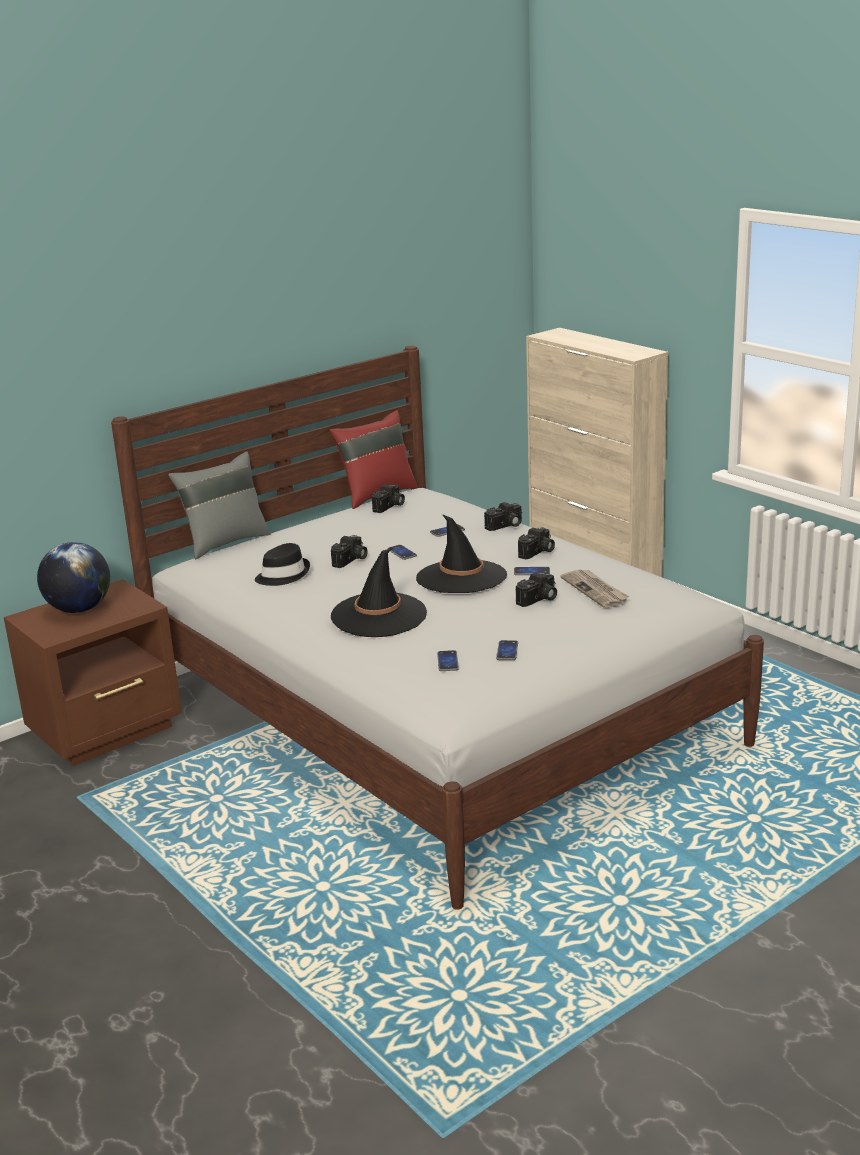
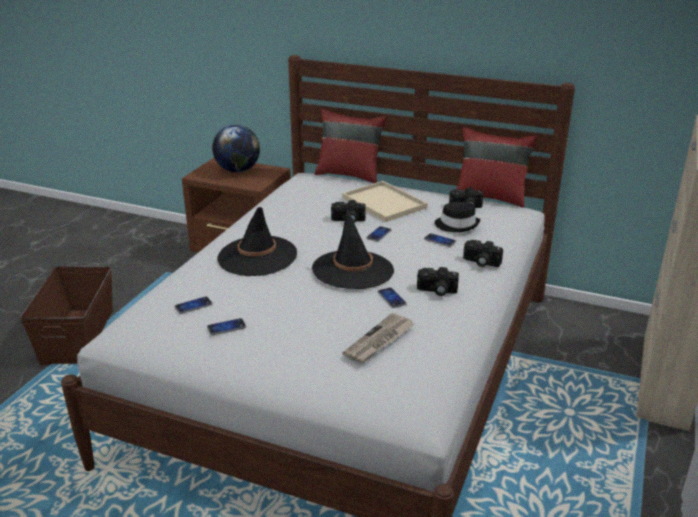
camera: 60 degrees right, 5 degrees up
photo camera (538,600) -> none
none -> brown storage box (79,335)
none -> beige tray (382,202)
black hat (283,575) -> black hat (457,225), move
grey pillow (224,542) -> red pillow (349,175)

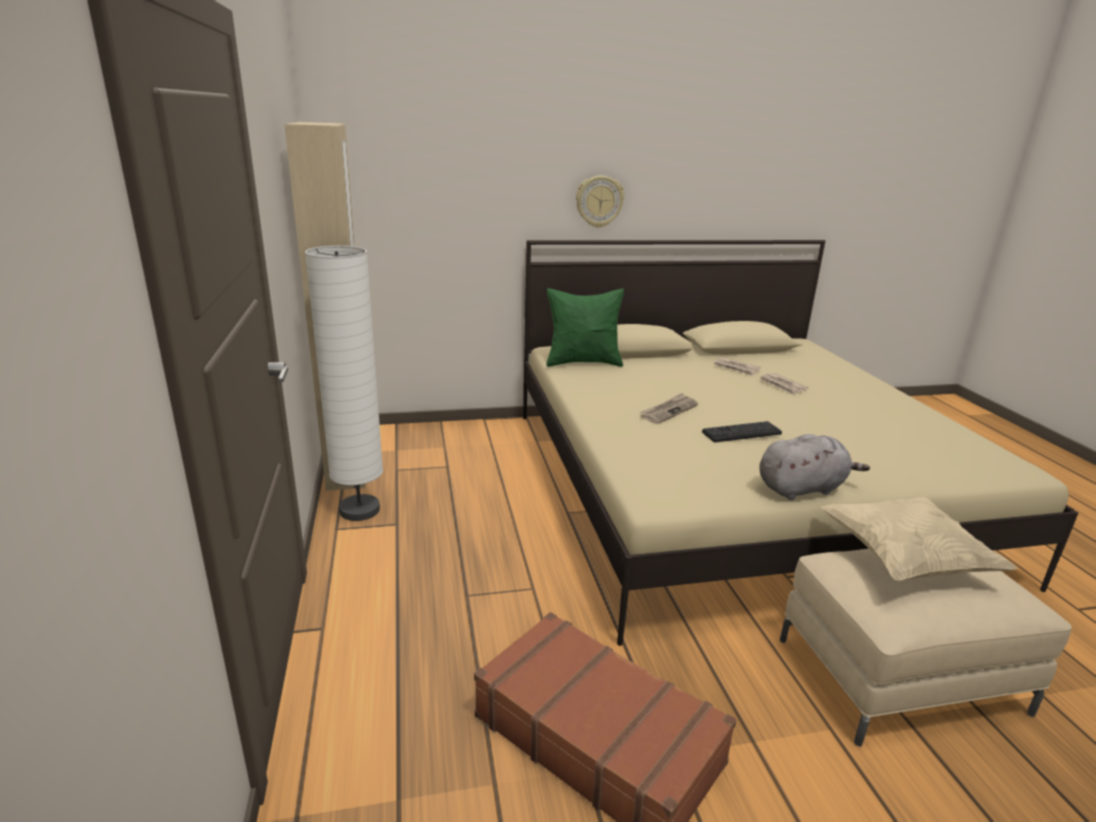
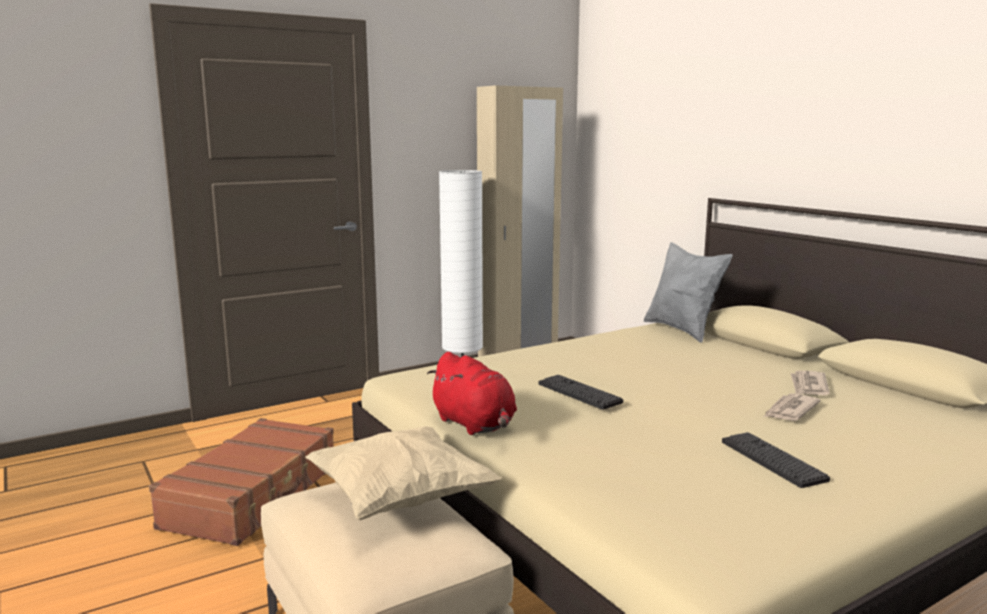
camera: 70 degrees right, 10 degrees down
wall clock (599,201) -> none
newspaper (669,410) -> none
none -> keyboard (772,460)
green pillow (583,362) -> grey pillow (682,330)
grey plush toy (803,488) -> red plush toy (475,425)

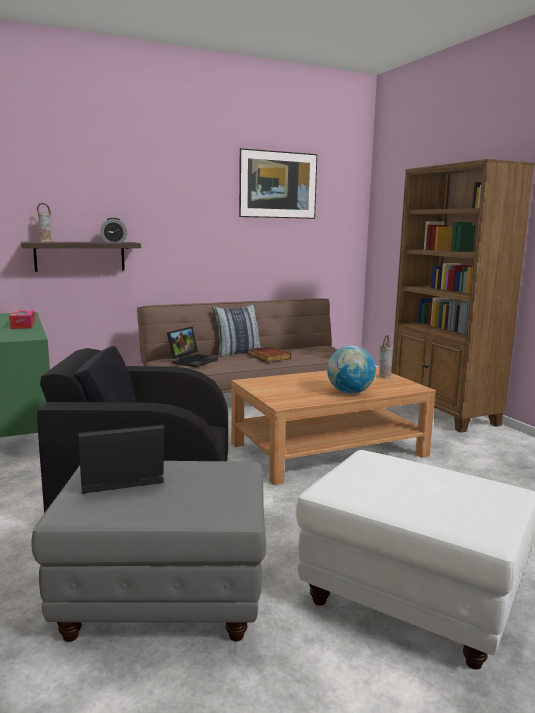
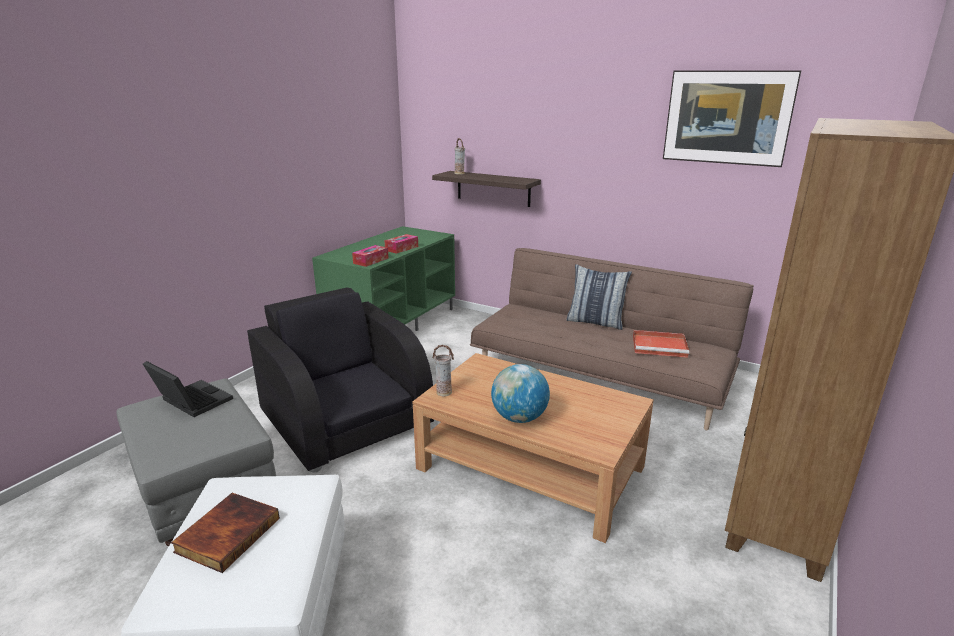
camera: 55 degrees right, 10 degrees up
alarm clock (114,242) -> none
laptop (192,360) -> none
none -> tissue box (371,261)
none -> red tray (660,346)
book (268,357) -> book (227,534), move
vase (384,377) -> vase (444,392), move

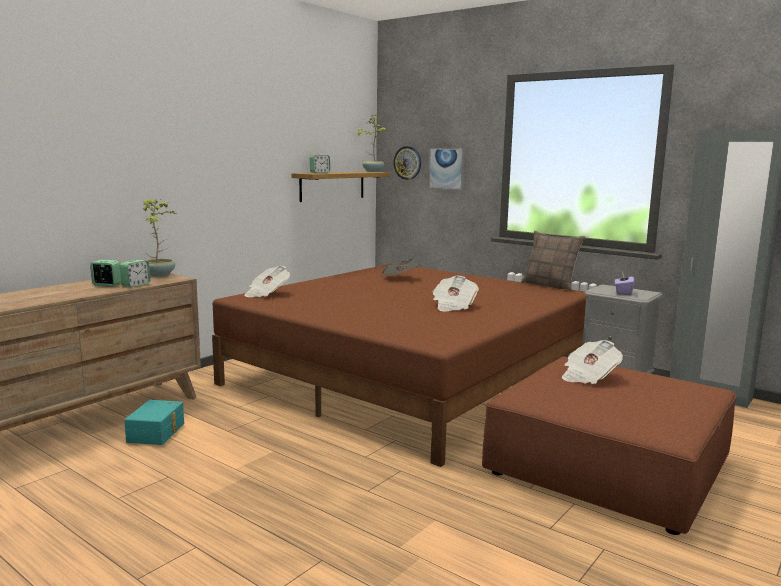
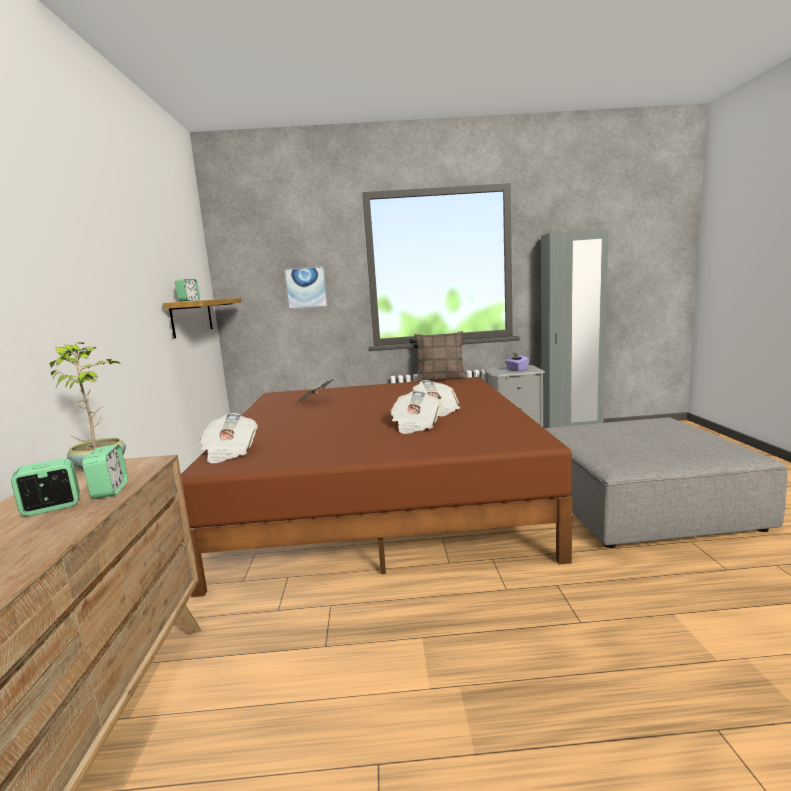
camera: 40 degrees left, 0 degrees up
turquoise storage box (157,432) -> none
potted plant (373,171) -> none
wall clock (407,163) -> none
newspaper (588,377) -> newspaper (415,426), move
brown ottoman (608,466) -> grey ottoman (641,503)

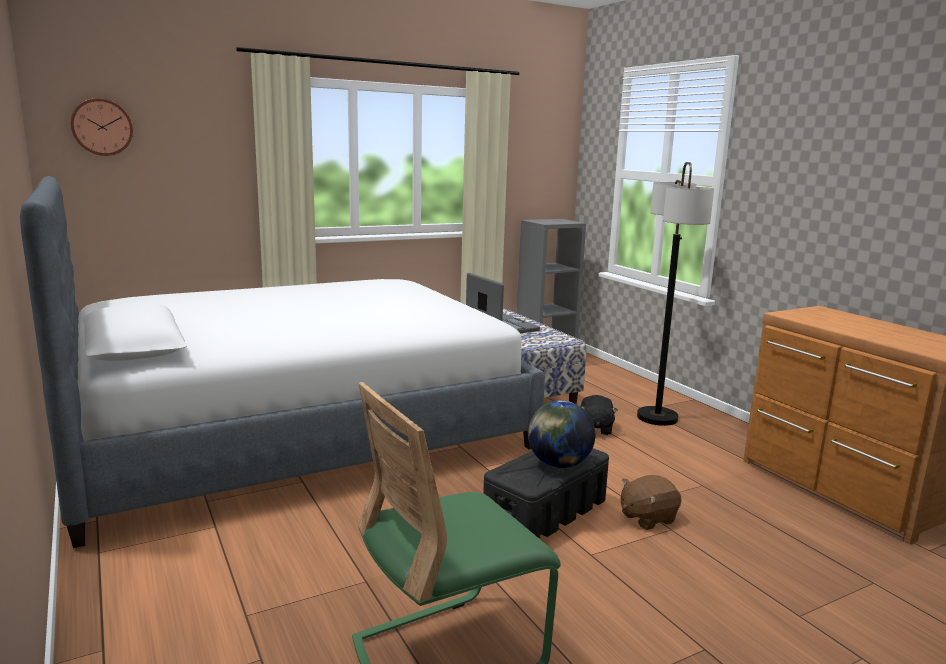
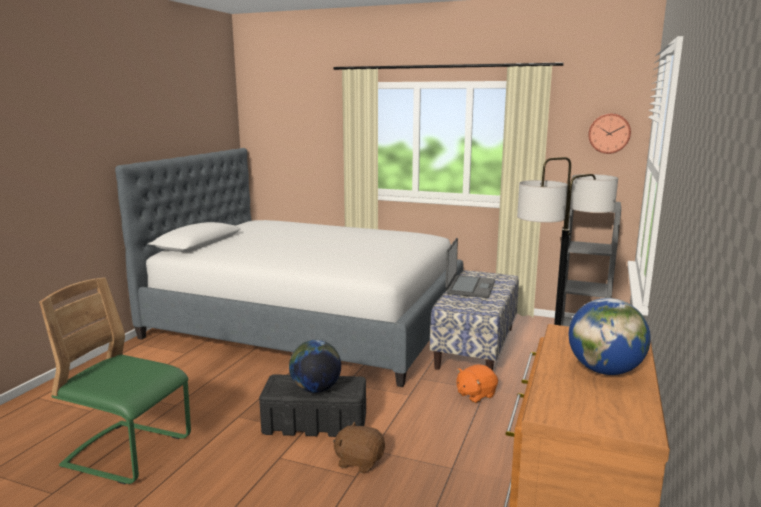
camera: 50 degrees right, 0 degrees up
none -> globe (604,370)
wall clock (102,127) -> wall clock (609,133), move
black plush toy (595,429) -> orange plush toy (475,395)

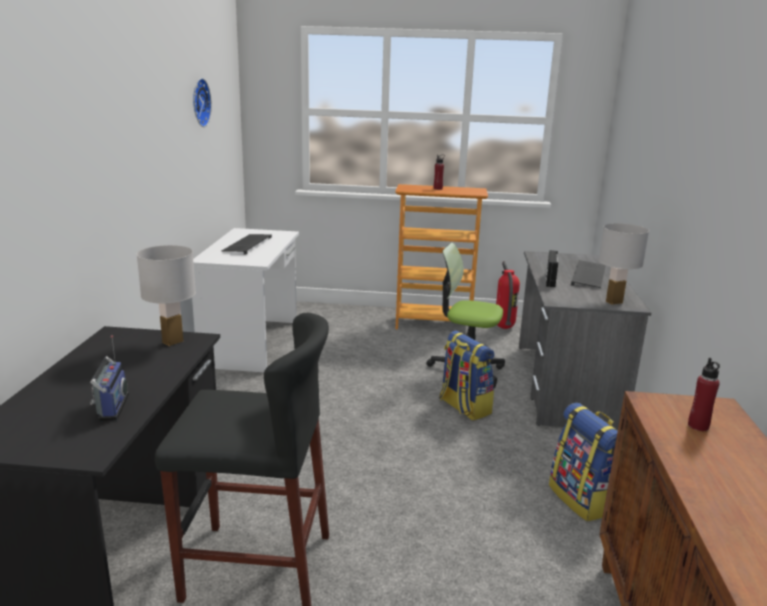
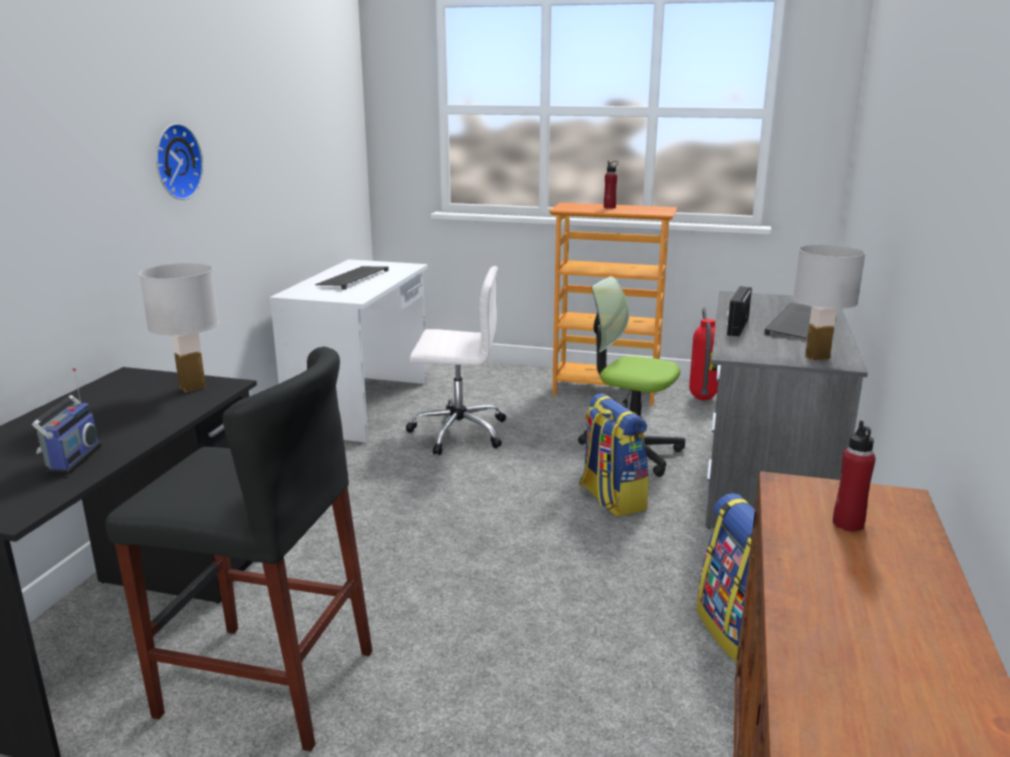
camera: 10 degrees right, 0 degrees up
none -> white office chair (457,432)
wall clock (198,102) -> wall clock (174,161), move

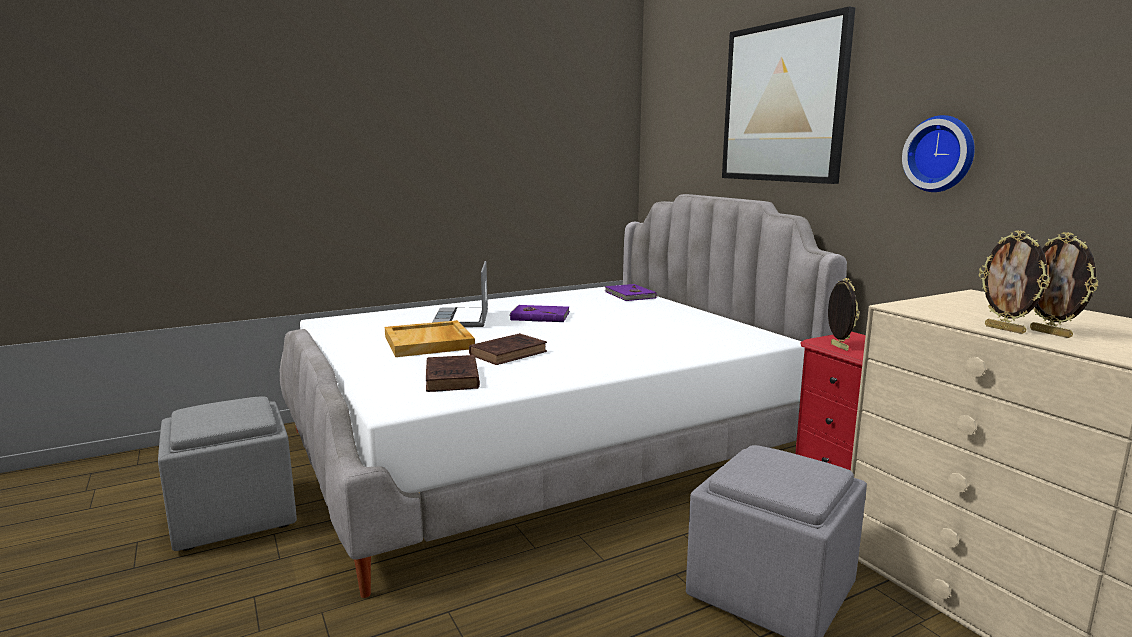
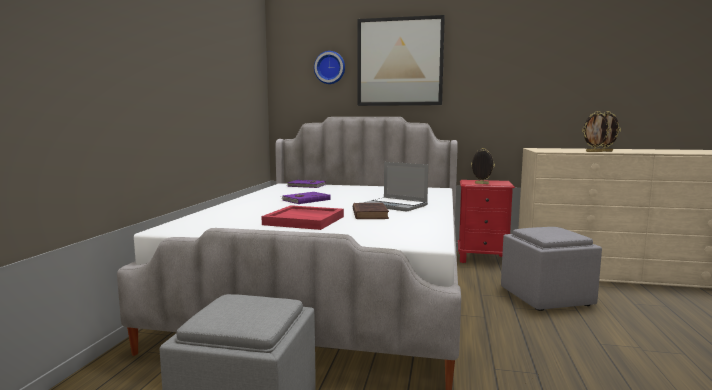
camera: 50 degrees left, 5 degrees down
brown book (452,379) -> none
laptop (462,319) -> laptop (396,205), move
wall clock (941,154) -> wall clock (330,68), move
beige tray (429,342) -> red tray (305,220)

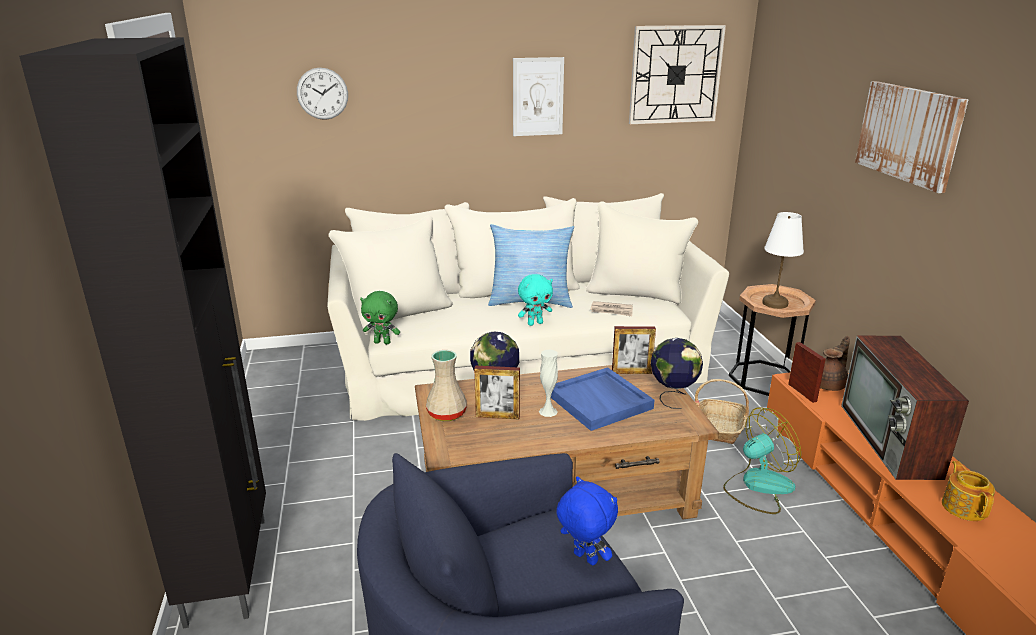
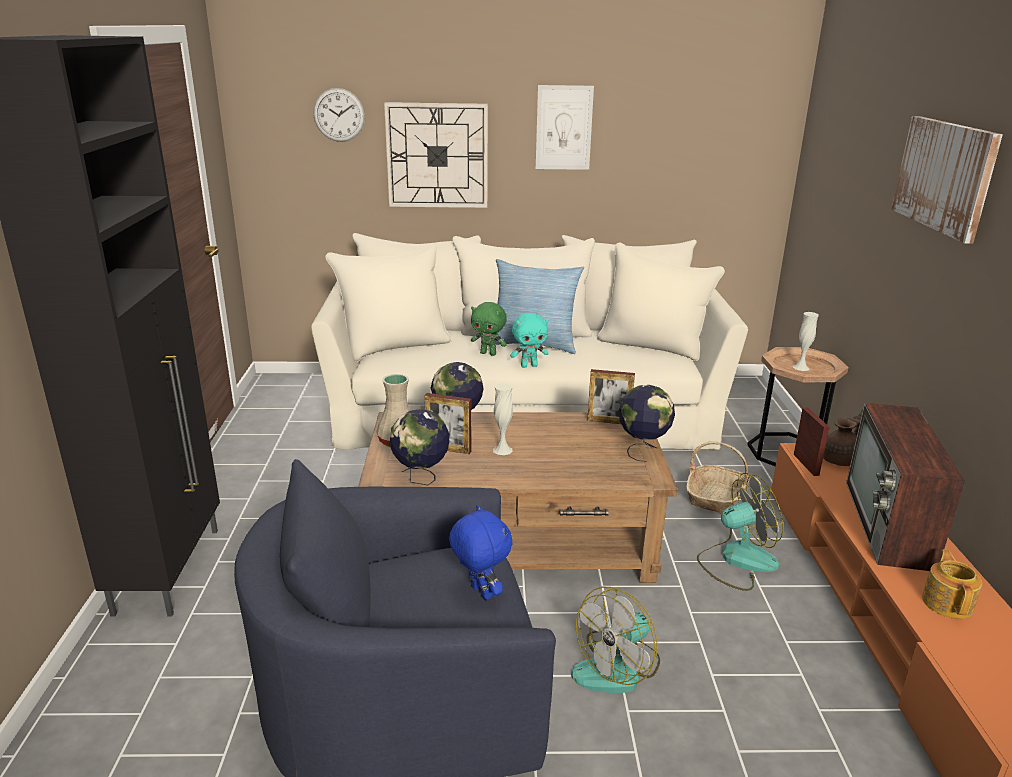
camera: 10 degrees right, 0 degrees up
blue tray (600,402) -> none
newspaper (612,311) -> none
none -> globe (421,479)
none -> fan (617,668)
green plush toy (382,342) -> green plush toy (488,353), move
wall clock (675,75) -> wall clock (437,156), move
white table lamp (775,303) -> white vase (801,367)

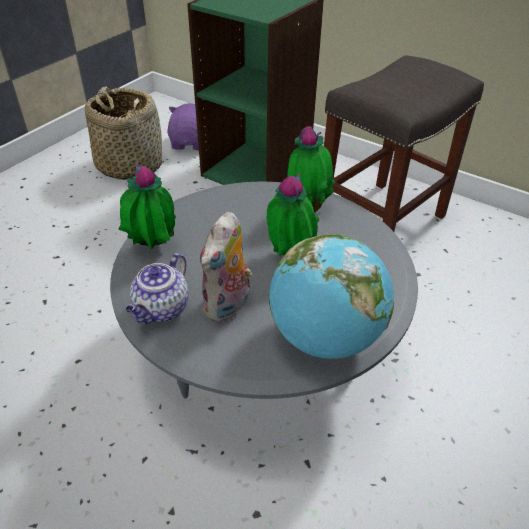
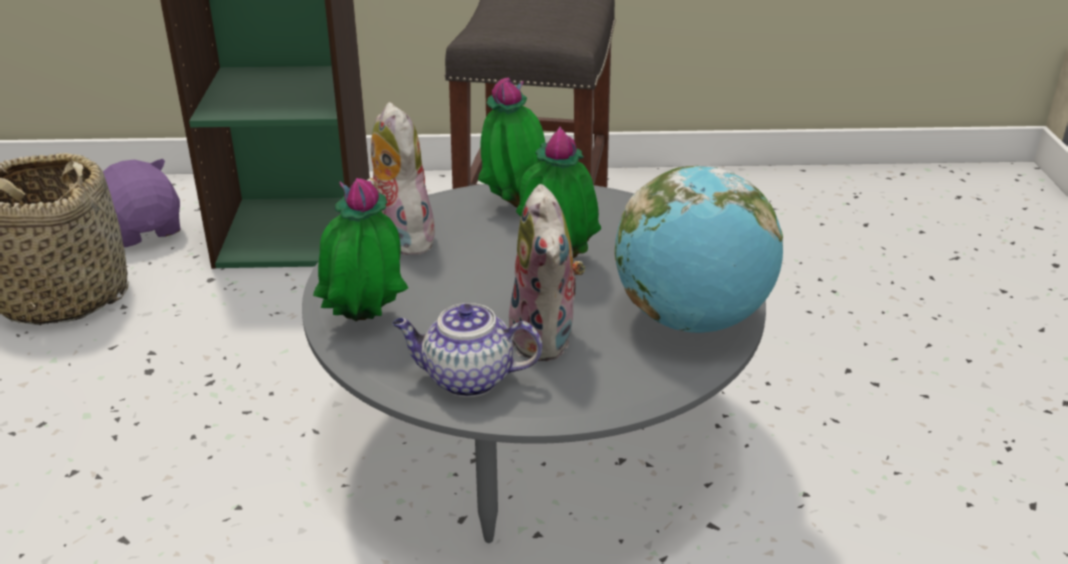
camera: 35 degrees left, 10 degrees down
none -> plush toy (400,238)
teapot (161,309) -> teapot (466,379), 105 degrees clockwise

